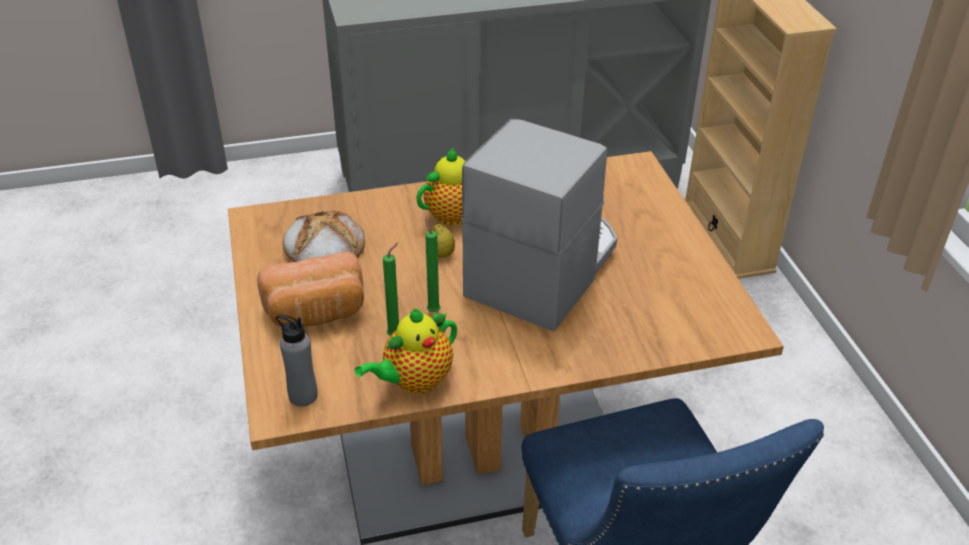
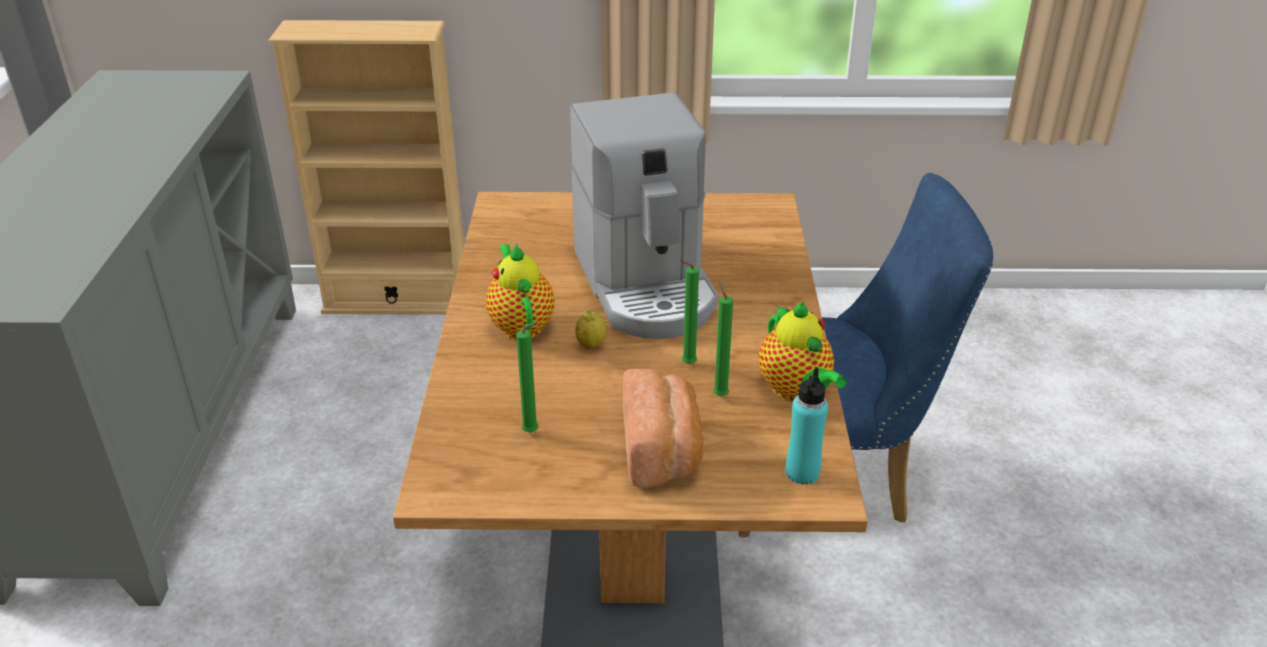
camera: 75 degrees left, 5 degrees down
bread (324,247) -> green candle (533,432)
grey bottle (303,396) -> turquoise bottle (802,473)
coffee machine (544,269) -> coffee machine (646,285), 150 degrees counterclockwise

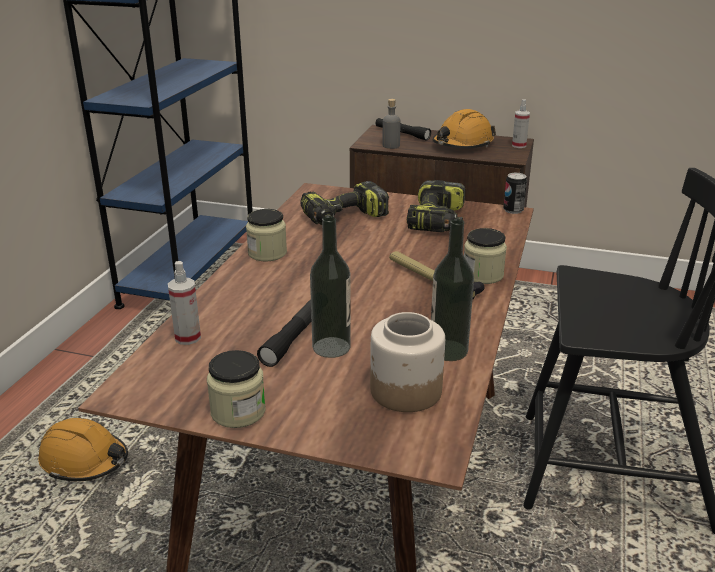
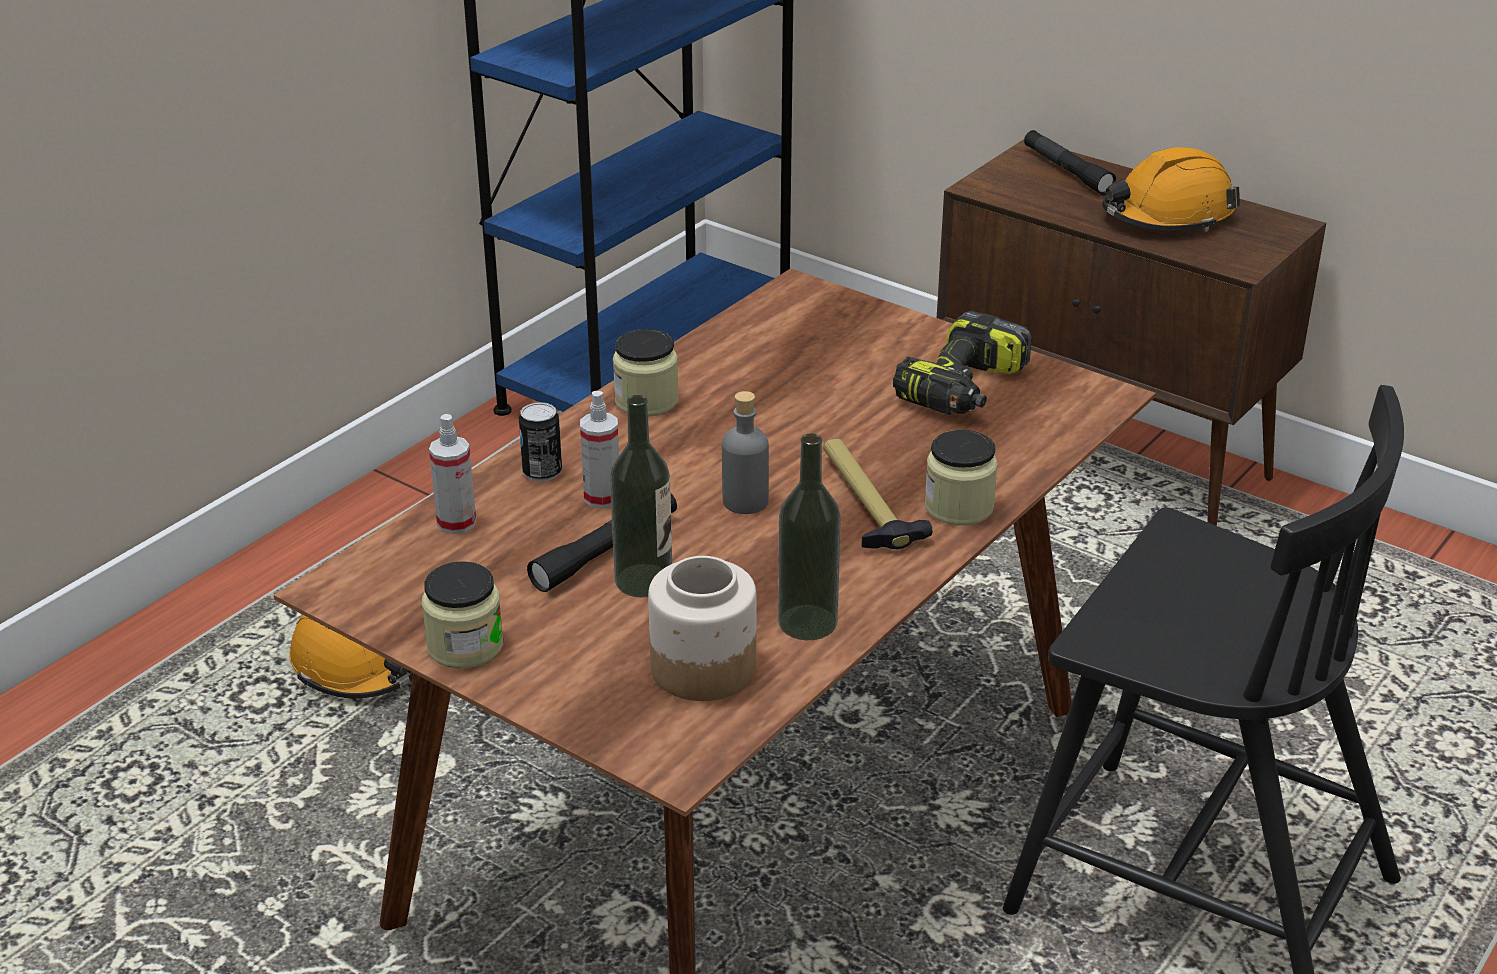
camera: 20 degrees right, 5 degrees up
power drill (344,218) -> none
grey bottle (391,146) -> grey bottle (745,501), move
can (513,210) -> can (542,472), move
spray bottle (519,145) -> spray bottle (602,497), move

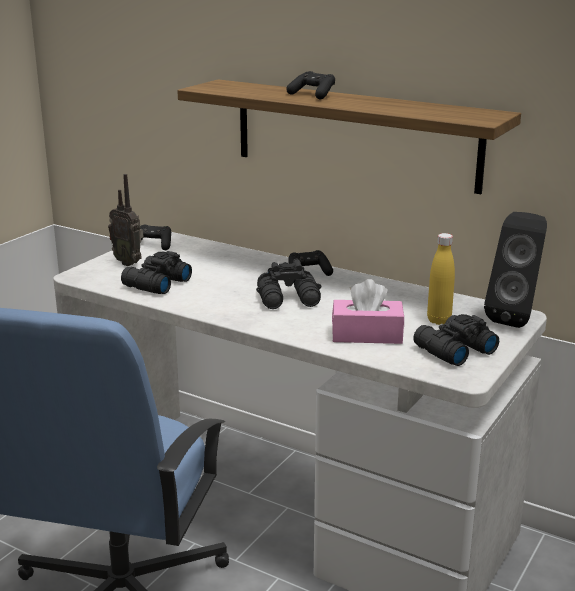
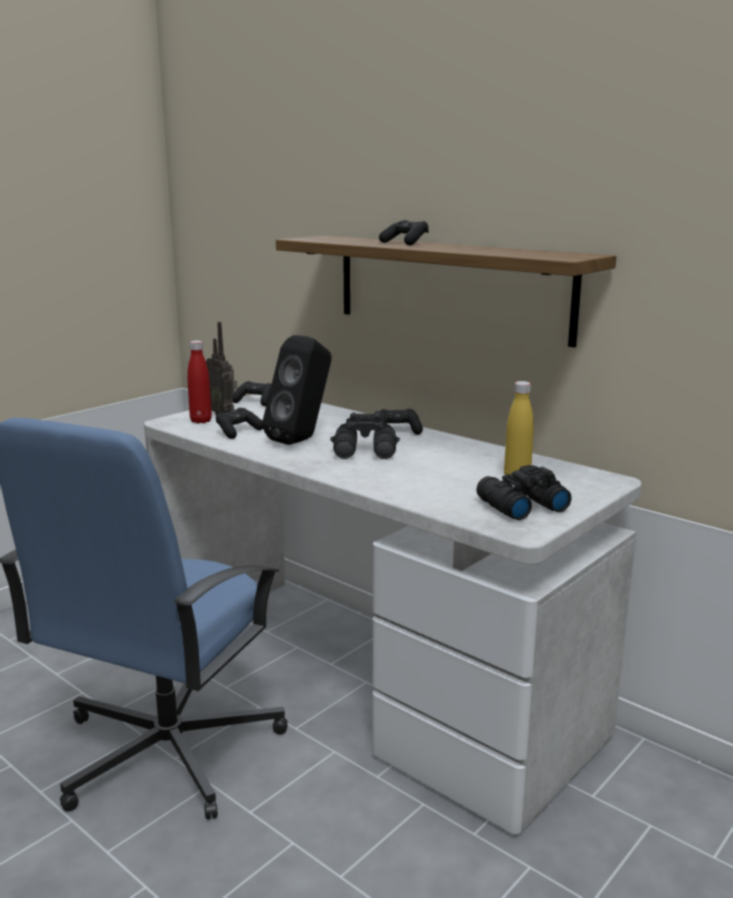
camera: 10 degrees right, 5 degrees down
pink tissue box (367,335) -> none
none -> red bottle (201,421)
black speaker (515,318) -> black speaker (302,440), move
black binoculars (155,284) -> black game controller (238,432)

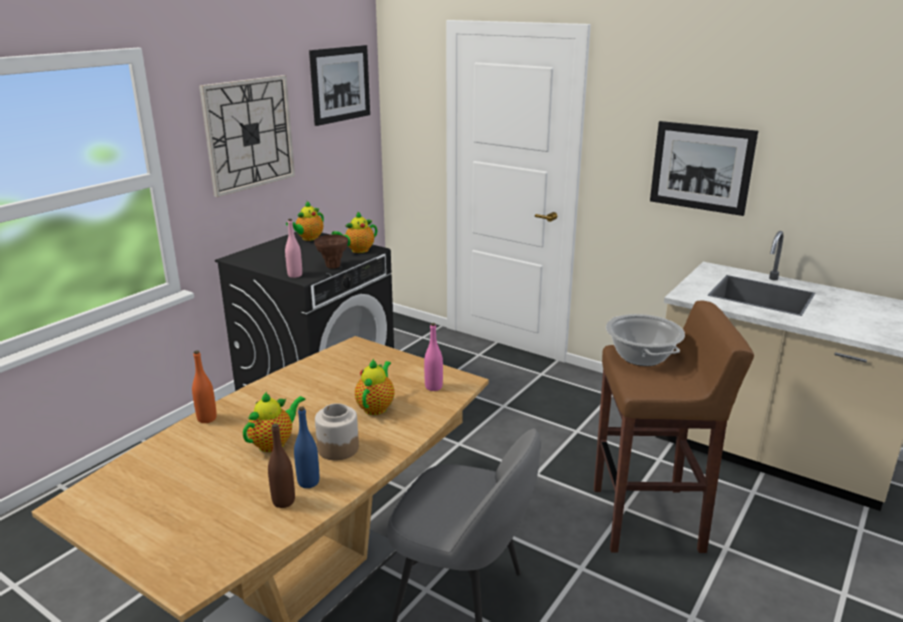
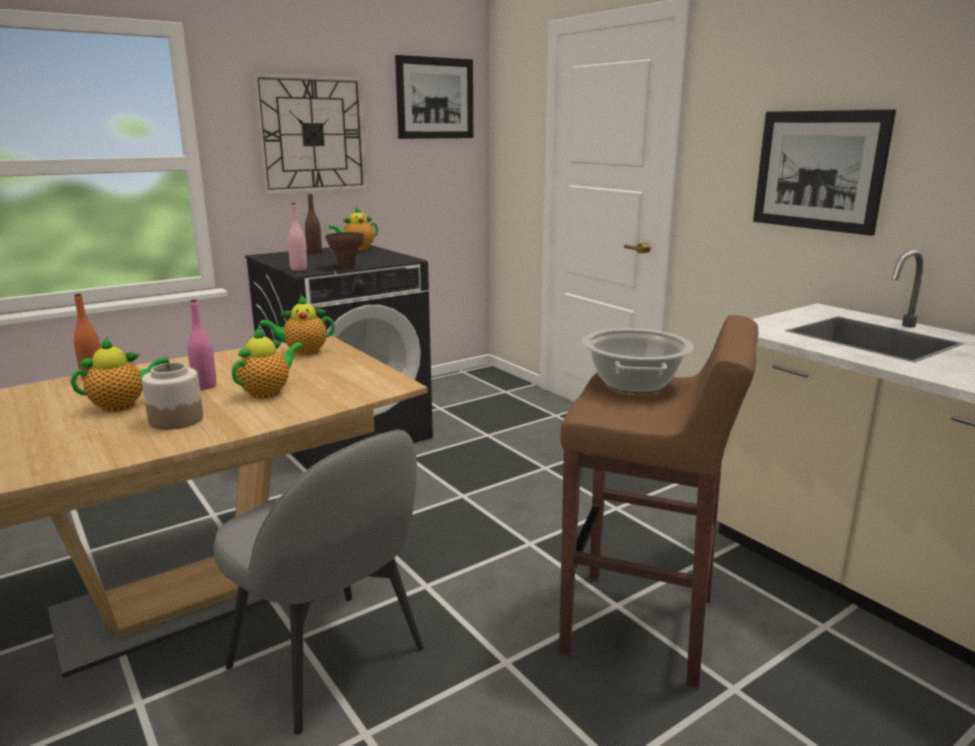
camera: 20 degrees right, 5 degrees down
blue bottle (308,482) -> none
brown bottle (283,501) -> brown bottle (314,252), move
teapot (358,250) -> teapot (303,352), move
pink bottle (433,387) -> pink bottle (205,386), move

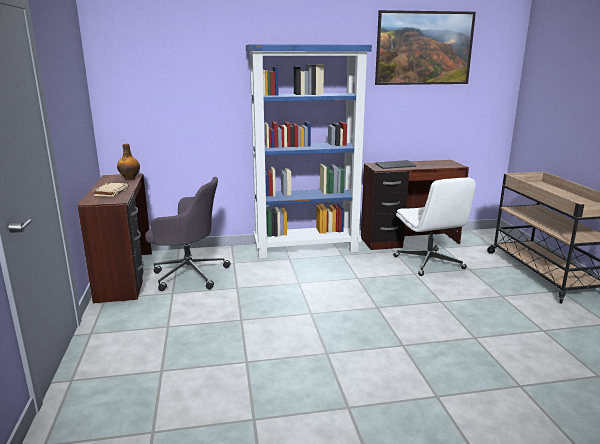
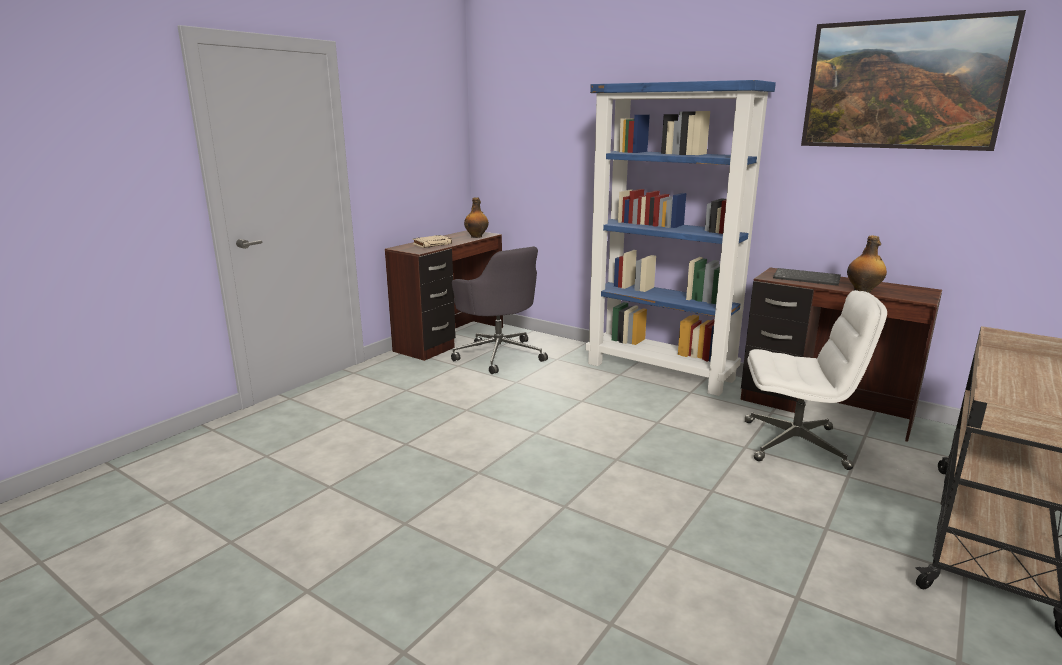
camera: 45 degrees right, 0 degrees up
none -> bottle (863,290)
white office chair (429,263) -> white office chair (796,444), 105 degrees counterclockwise

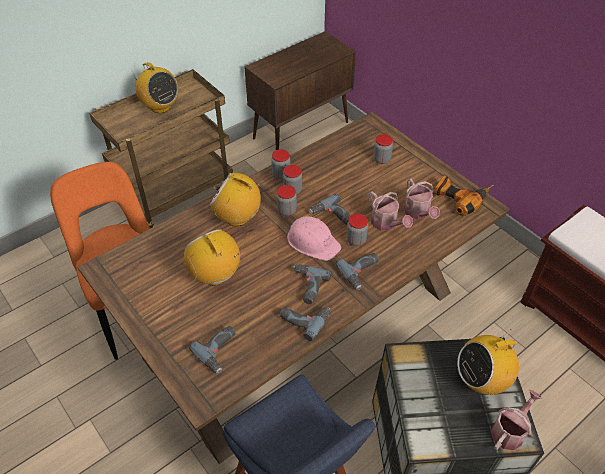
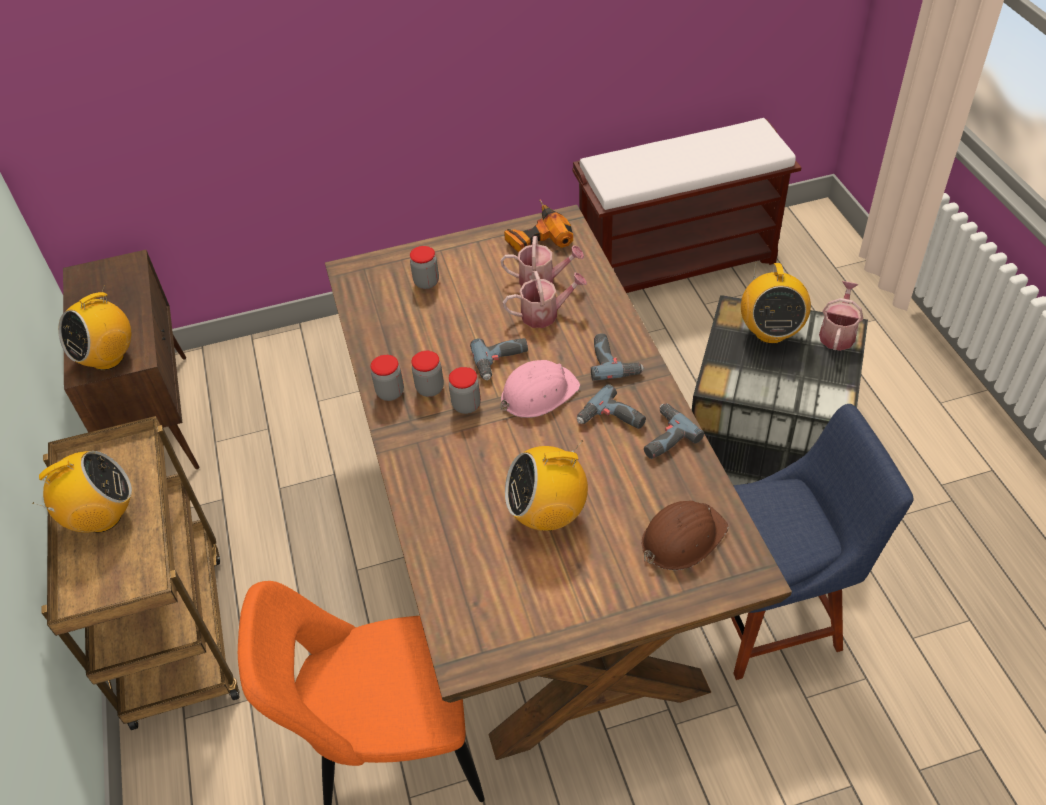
camera: 65 degrees left, 0 degrees up
jar (356,240) -> none
radio (237,217) -> radio (108,358), move
power drill (220,351) -> brown hard hat (682,538)
watering can (510,431) -> watering can (837,333), 45 degrees clockwise

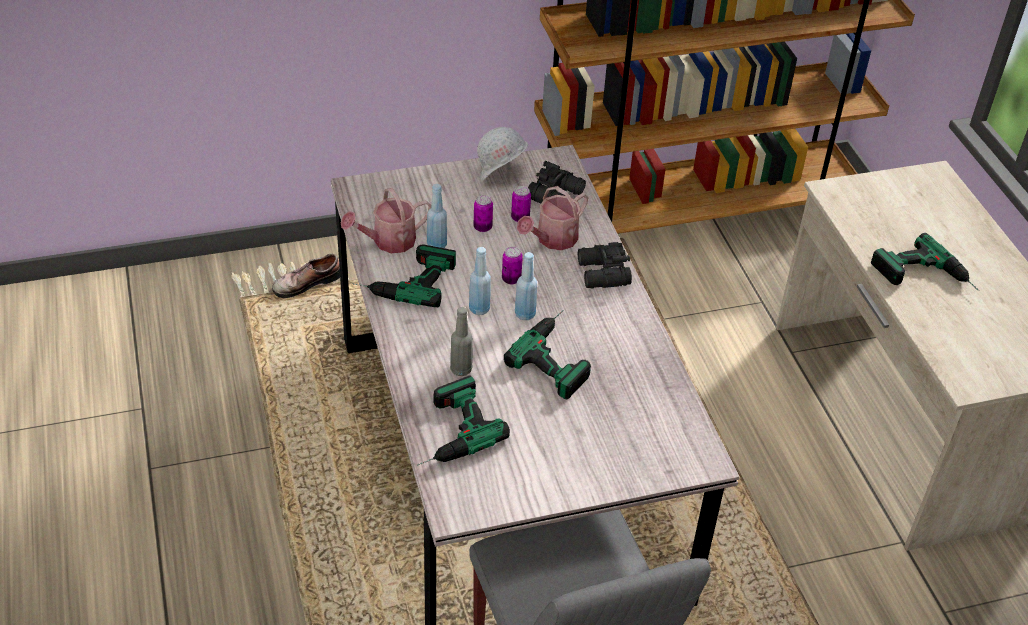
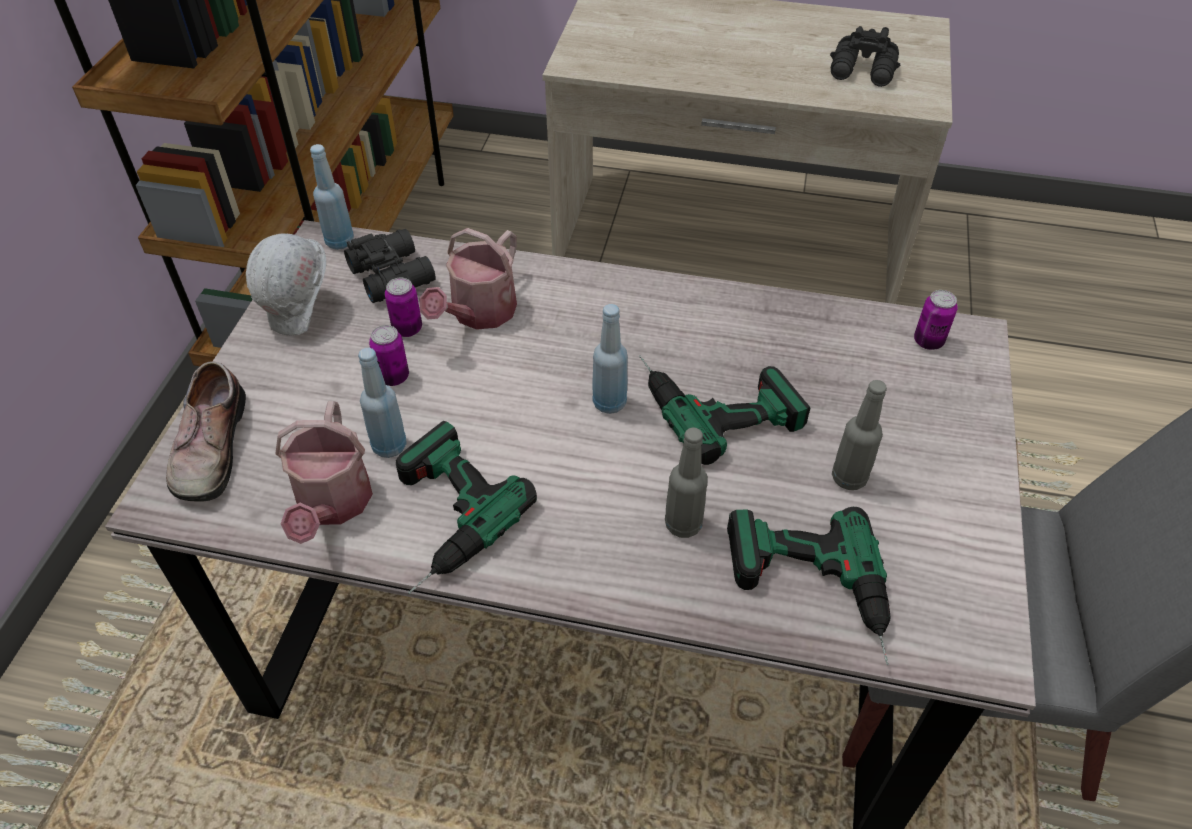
camera: 60 degrees left, 5 degrees up
power drill (925,278) -> none
none -> grey bottle (848,478)
shoe (305,282) -> shoe (207,447), move
blue bottle (479,309) -> blue bottle (340,241), move
can (511,279) -> can (928,341), move
black binoculars (602,274) -> black binoculars (863,72), move
watering can (552,240) -> watering can (478,314), 45 degrees clockwise

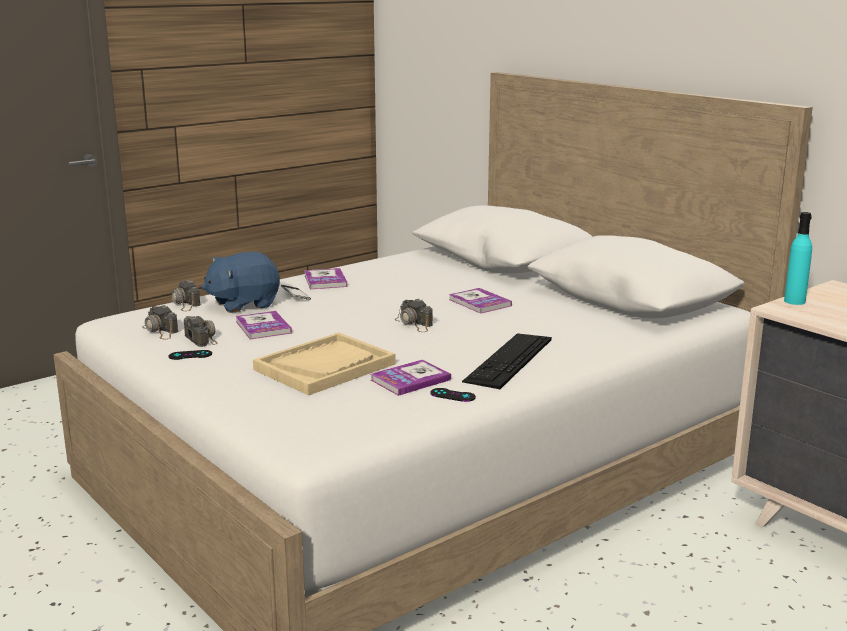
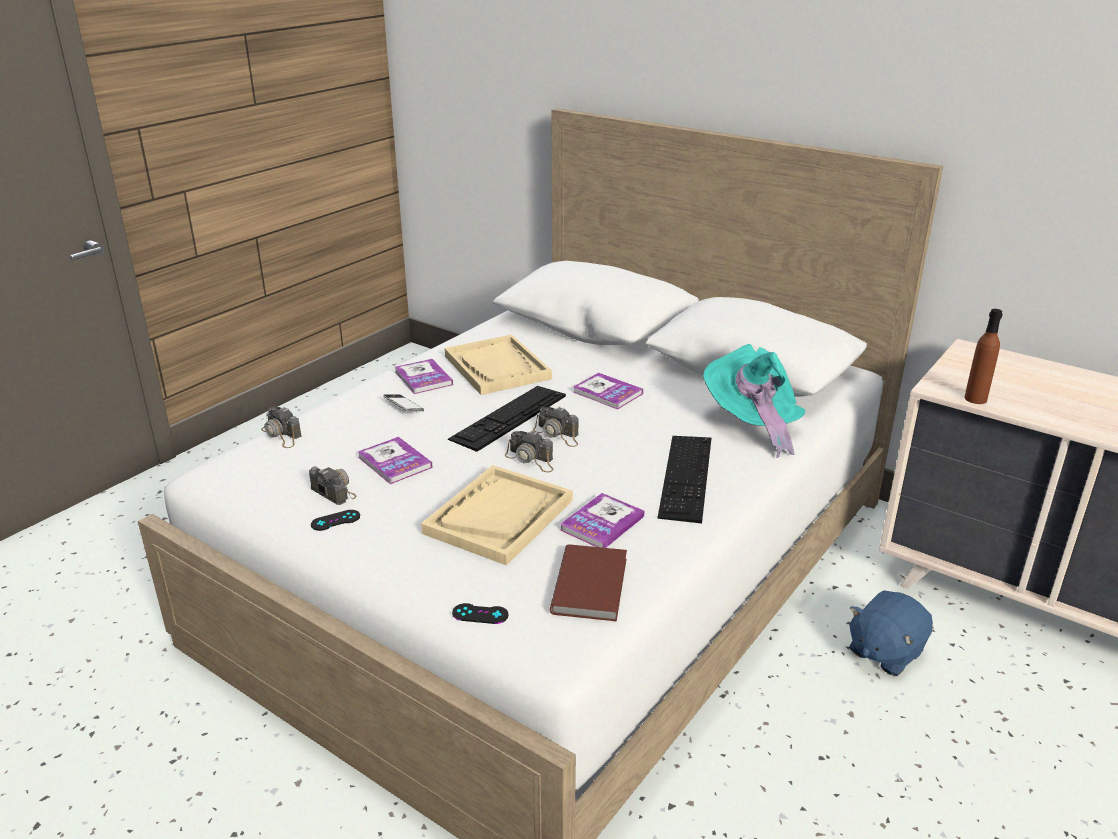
camera: 15 degrees left, 10 degrees up
turquoise bottle (794,301) -> none
none -> beige tray (497,367)
none -> keyboard (509,417)
none -> brown book (592,585)
none -> turquoise hat (752,424)
none -> brown bottle (975,399)
photo camera (160,331) -> photo camera (531,459), move
blue plush toy (243,304) -> blue plush toy (884,652), move
black game controller (452,395) -> black game controller (480,614), move

